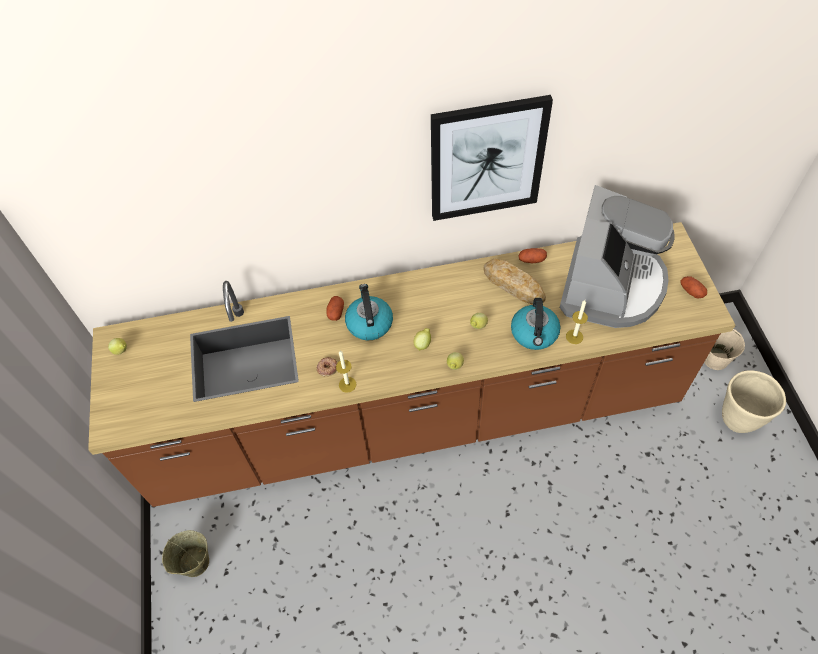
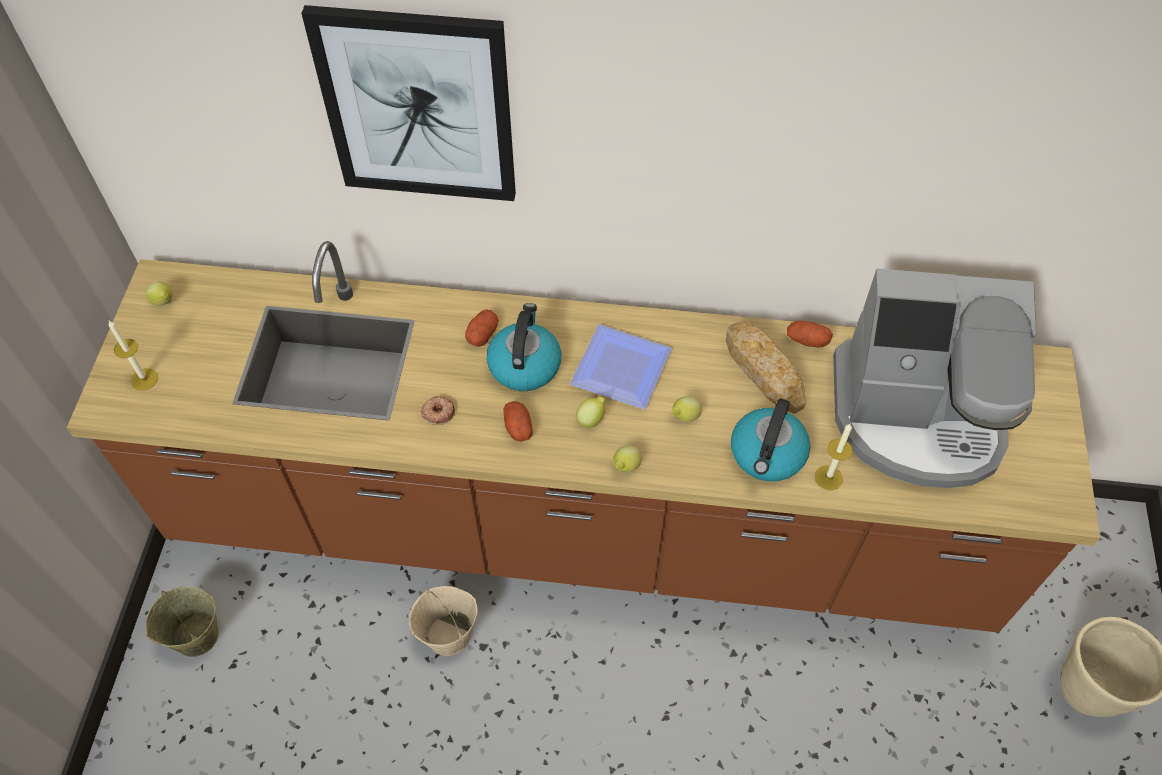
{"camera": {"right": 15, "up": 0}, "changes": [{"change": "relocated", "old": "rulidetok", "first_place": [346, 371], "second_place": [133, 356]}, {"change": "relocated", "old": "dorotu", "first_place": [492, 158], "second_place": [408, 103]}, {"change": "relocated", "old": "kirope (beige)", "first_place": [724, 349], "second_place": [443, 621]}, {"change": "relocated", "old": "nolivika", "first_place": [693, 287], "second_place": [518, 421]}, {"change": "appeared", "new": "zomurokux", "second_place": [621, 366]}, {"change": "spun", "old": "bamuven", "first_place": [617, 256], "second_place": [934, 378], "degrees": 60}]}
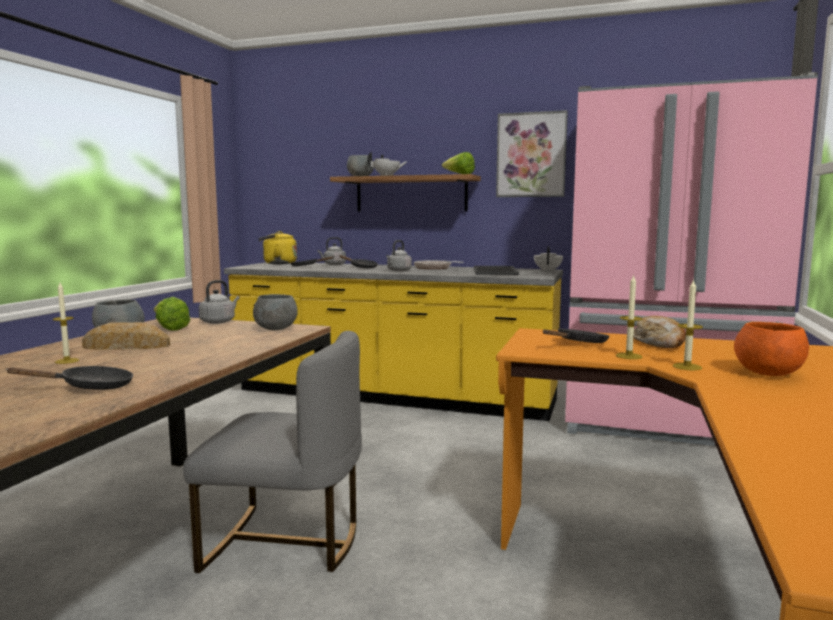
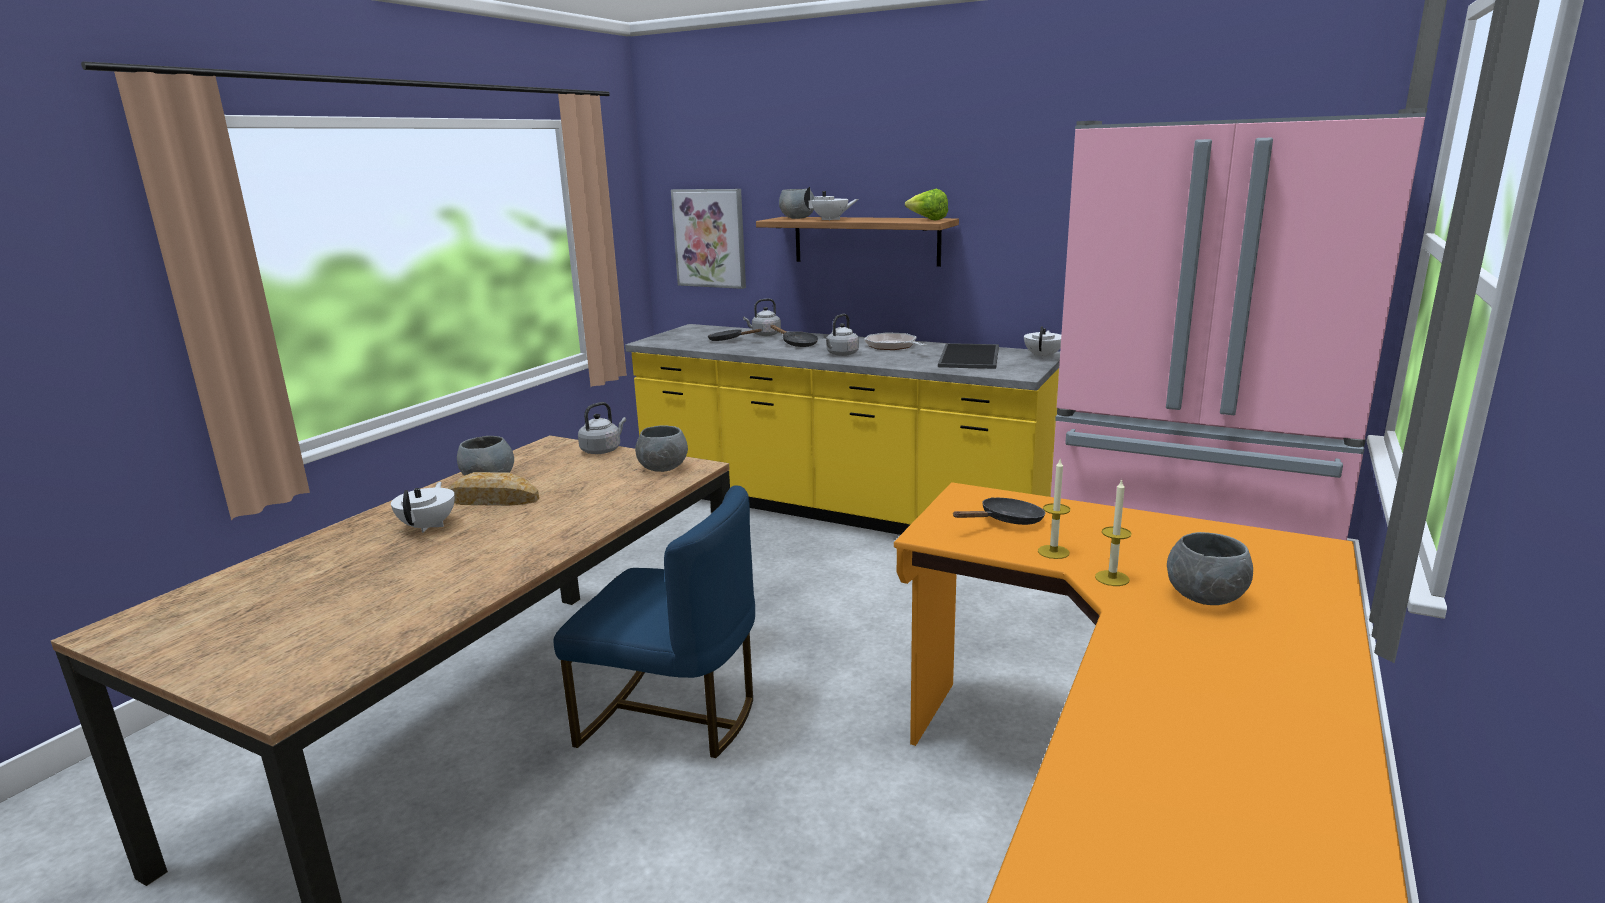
{"camera": {"right": 10, "up": 10}, "changes": [{"change": "exchanged", "old": "rulidetok", "new": "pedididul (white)", "first_place": [66, 323], "second_place": [423, 507]}, {"change": "colour", "old": "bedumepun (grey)", "new": "bedumepun (blue)", "first_place": [272, 452], "second_place": [654, 621]}, {"change": "relocated", "old": "dorotu", "first_place": [532, 153], "second_place": [708, 239]}, {"change": "colour", "old": "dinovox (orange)", "new": "dinovox (grey)", "first_place": [771, 349], "second_place": [1210, 568]}, {"change": "missing", "old": "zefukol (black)", "first_place": [69, 378]}, {"change": "missing", "old": "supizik", "first_place": [172, 313]}, {"change": "missing", "old": "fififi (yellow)", "first_place": [277, 247]}, {"change": "missing", "old": "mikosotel", "first_place": [660, 332]}]}
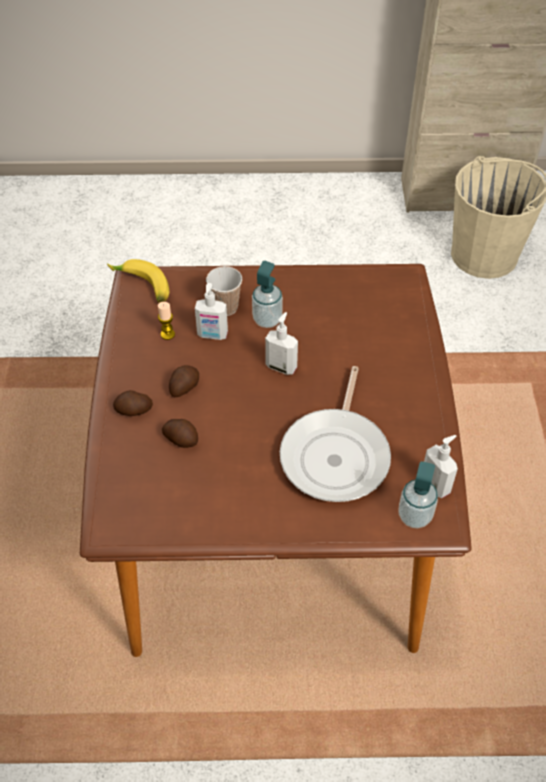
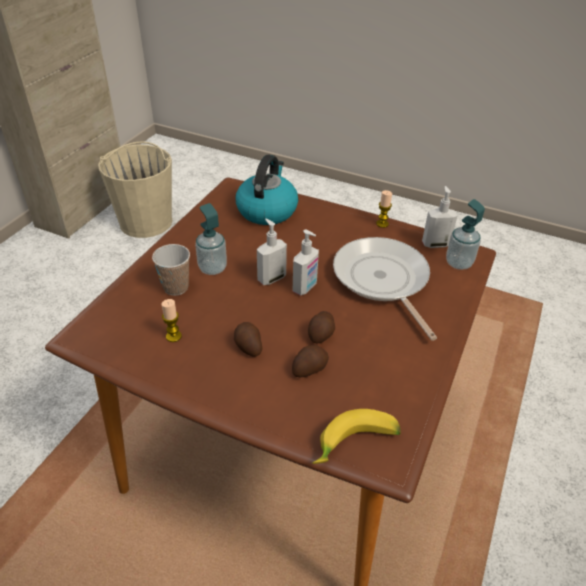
{"camera": {"right": -65, "up": -10}, "changes": [{"change": "appeared", "new": "fififi", "second_place": [267, 190]}, {"change": "relocated", "old": "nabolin", "first_place": [211, 311], "second_place": [306, 262]}, {"change": "relocated", "old": "nolivika", "first_place": [133, 403], "second_place": [321, 327]}, {"change": "relocated", "old": "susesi", "first_place": [138, 281], "second_place": [356, 436]}, {"change": "spun", "old": "zefukol", "first_place": [335, 434], "second_place": [385, 289], "degrees": -150}, {"change": "appeared", "new": "rulidetok", "second_place": [384, 209]}]}
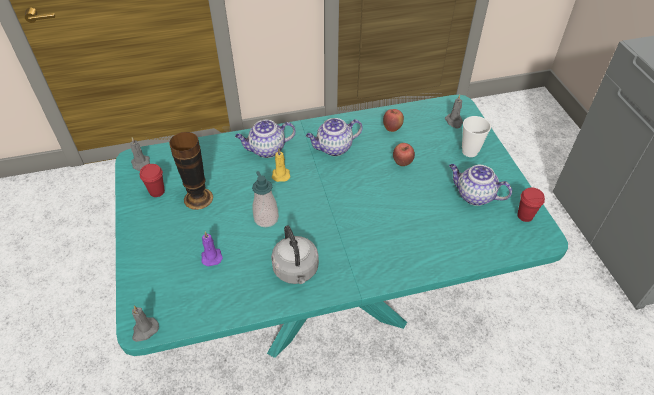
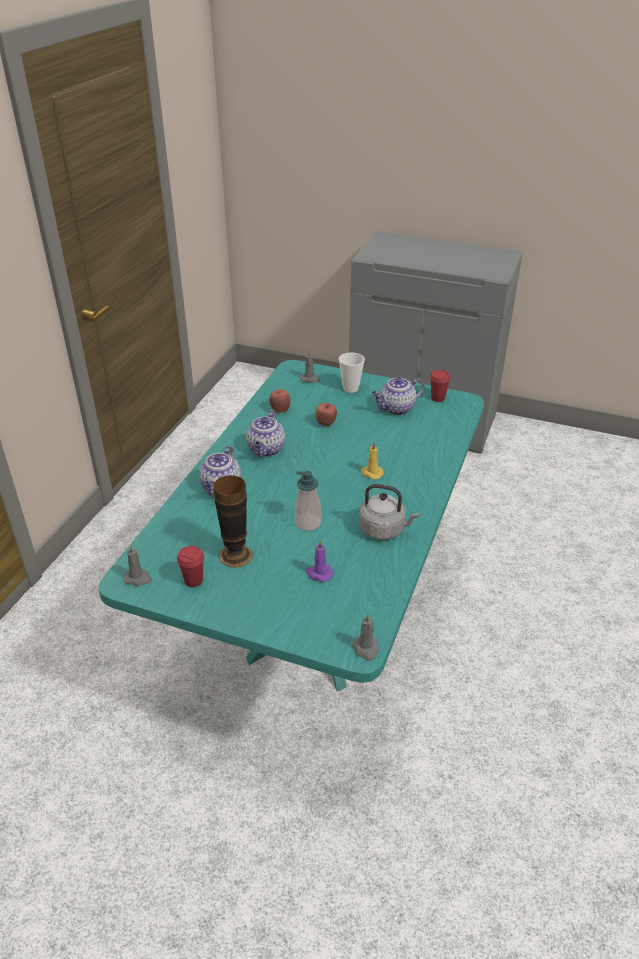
{"camera": {"right": -55, "up": -10}, "changes": [{"change": "relocated", "old": "rulidetok (yellow)", "first_place": [281, 165], "second_place": [372, 460]}]}
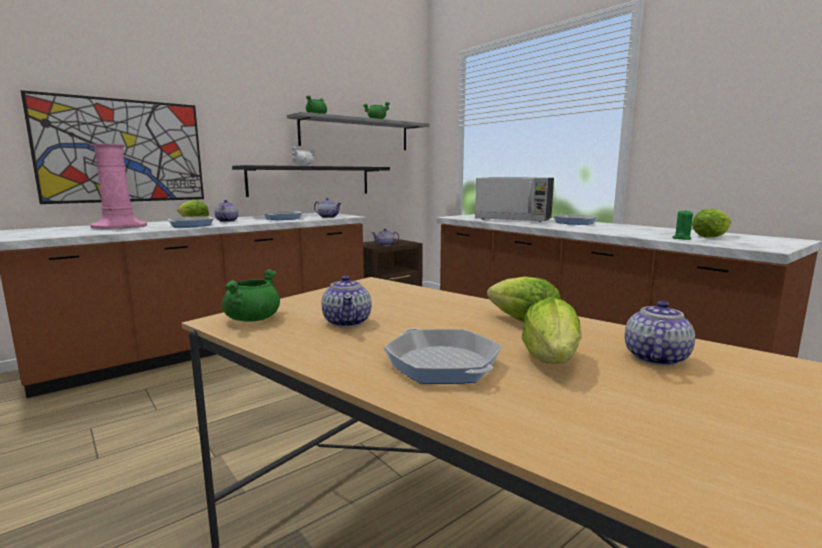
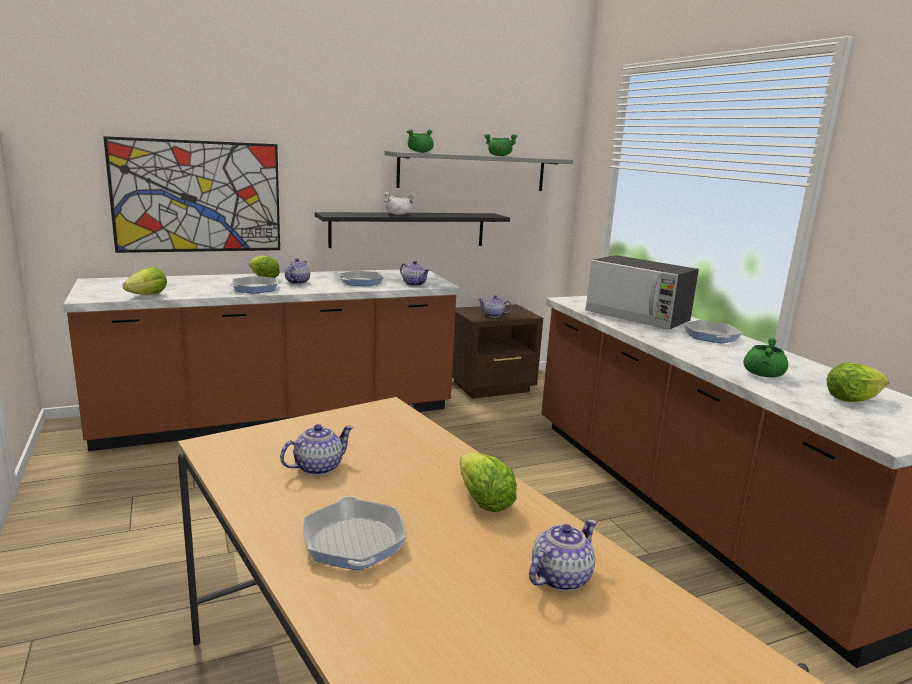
{"camera": {"right": 15, "up": 5}, "changes": [{"change": "relocated", "old": "supizik", "first_place": [551, 330], "second_place": [145, 281]}, {"change": "spun", "old": "pedididul", "first_place": [346, 301], "second_place": [316, 449], "degrees": -135}, {"change": "relocated", "old": "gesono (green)", "first_place": [251, 295], "second_place": [766, 357]}, {"change": "missing", "old": "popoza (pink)", "first_place": [118, 186]}, {"change": "missing", "old": "rulidetok (green)", "first_place": [682, 224]}]}
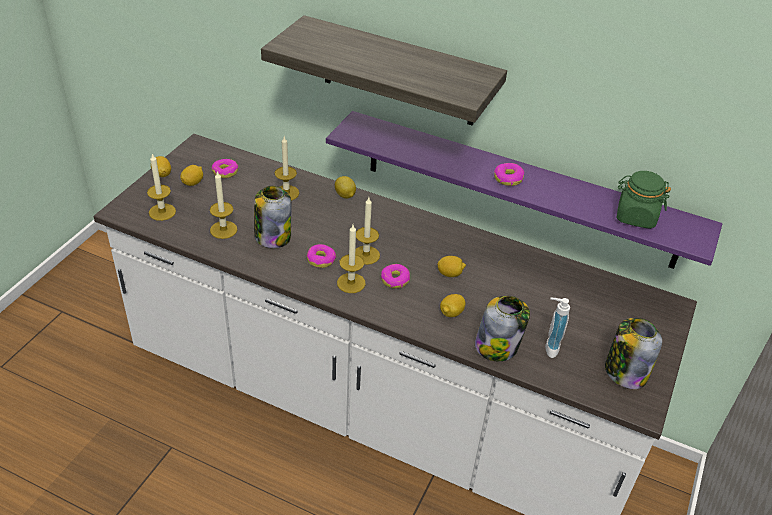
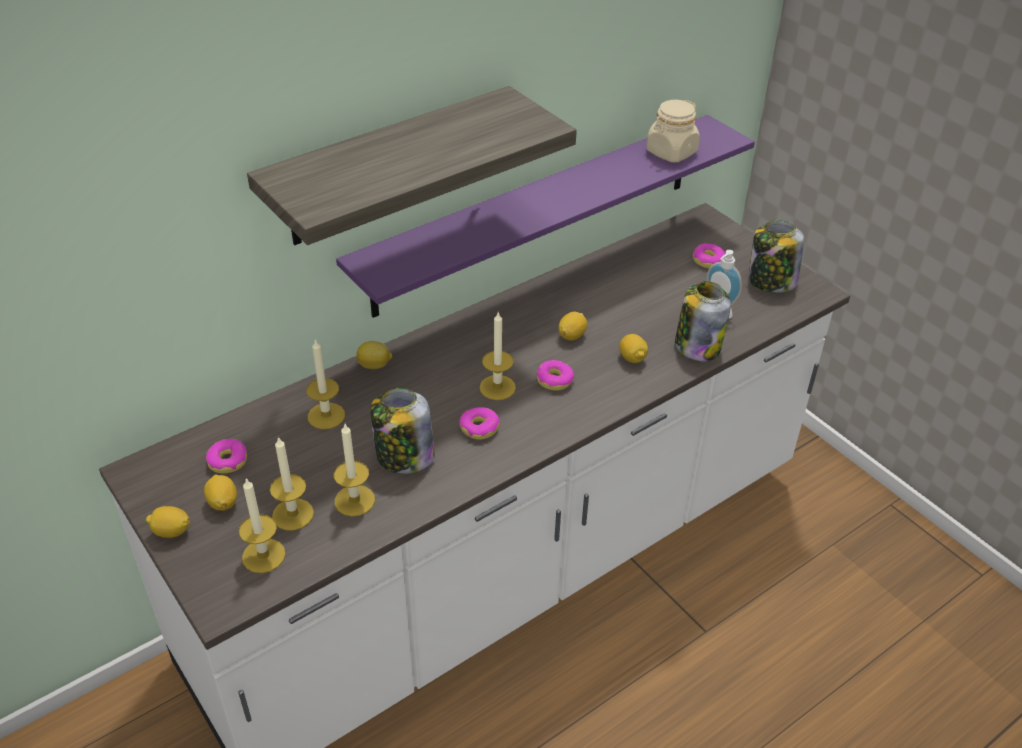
{"camera": {"right": -60, "up": 0}, "changes": [{"change": "relocated", "old": "rulidetok", "first_place": [351, 259], "second_place": [292, 483]}, {"change": "colour", "old": "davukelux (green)", "new": "davukelux (beige)", "first_place": [644, 200], "second_place": [673, 131]}, {"change": "relocated", "old": "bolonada", "first_place": [509, 174], "second_place": [709, 255]}]}
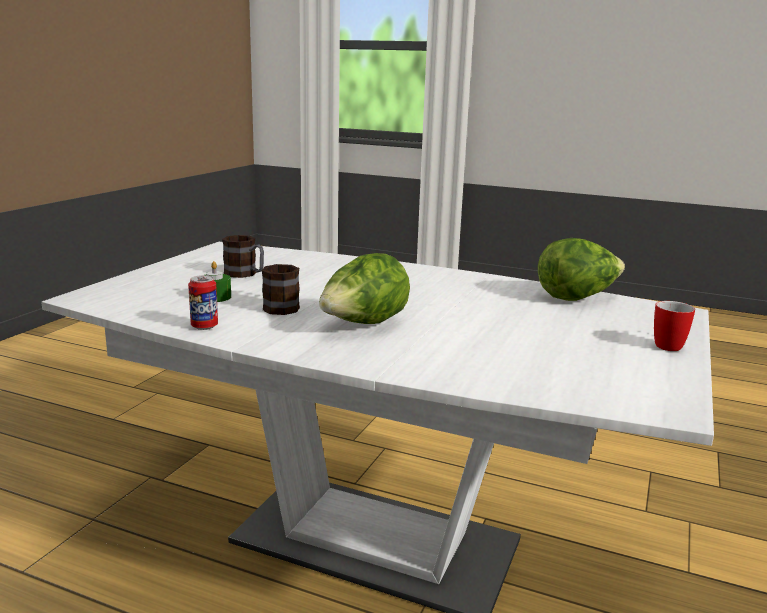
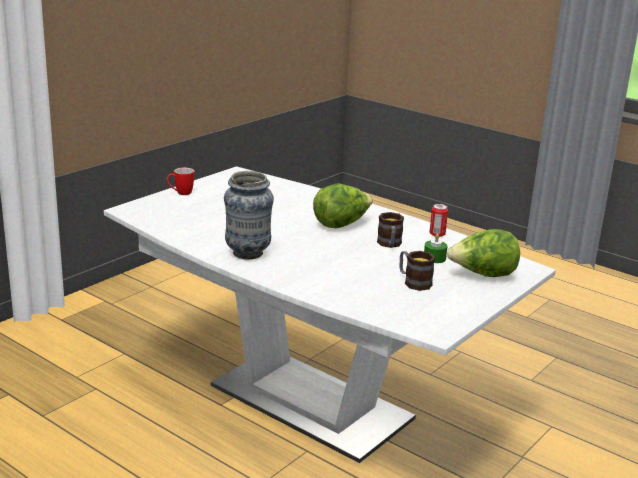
{"camera": {"right": -165, "up": 5}, "changes": [{"change": "appeared", "new": "popoza", "second_place": [249, 215]}, {"change": "relocated", "old": "supizik", "first_place": [581, 269], "second_place": [483, 253]}]}
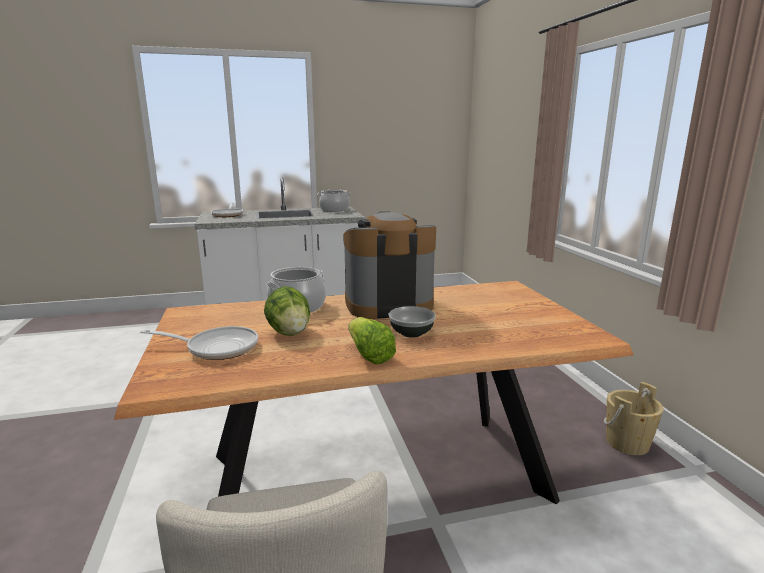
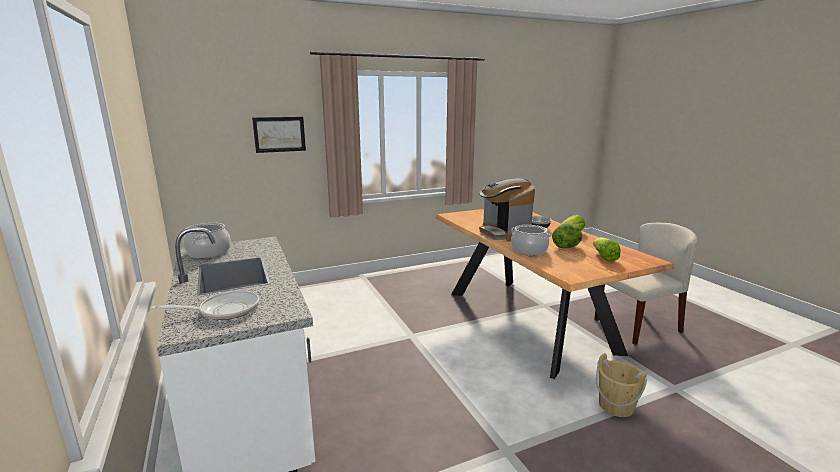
{"camera": {"right": -100, "up": 0}, "changes": [{"change": "appeared", "new": "dorotu", "second_place": [279, 135]}, {"change": "exchanged", "old": "zefukol", "new": "supizik", "first_place": [199, 343], "second_place": [607, 249]}, {"change": "relocated", "old": "kirope (beige)", "first_place": [634, 418], "second_place": [622, 385]}]}
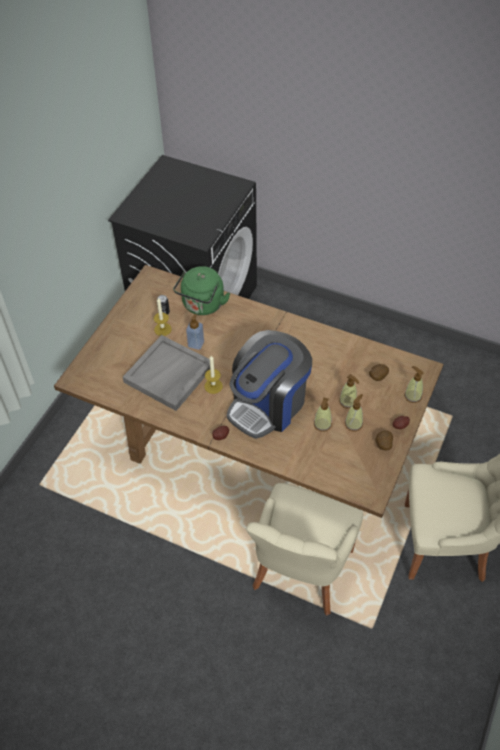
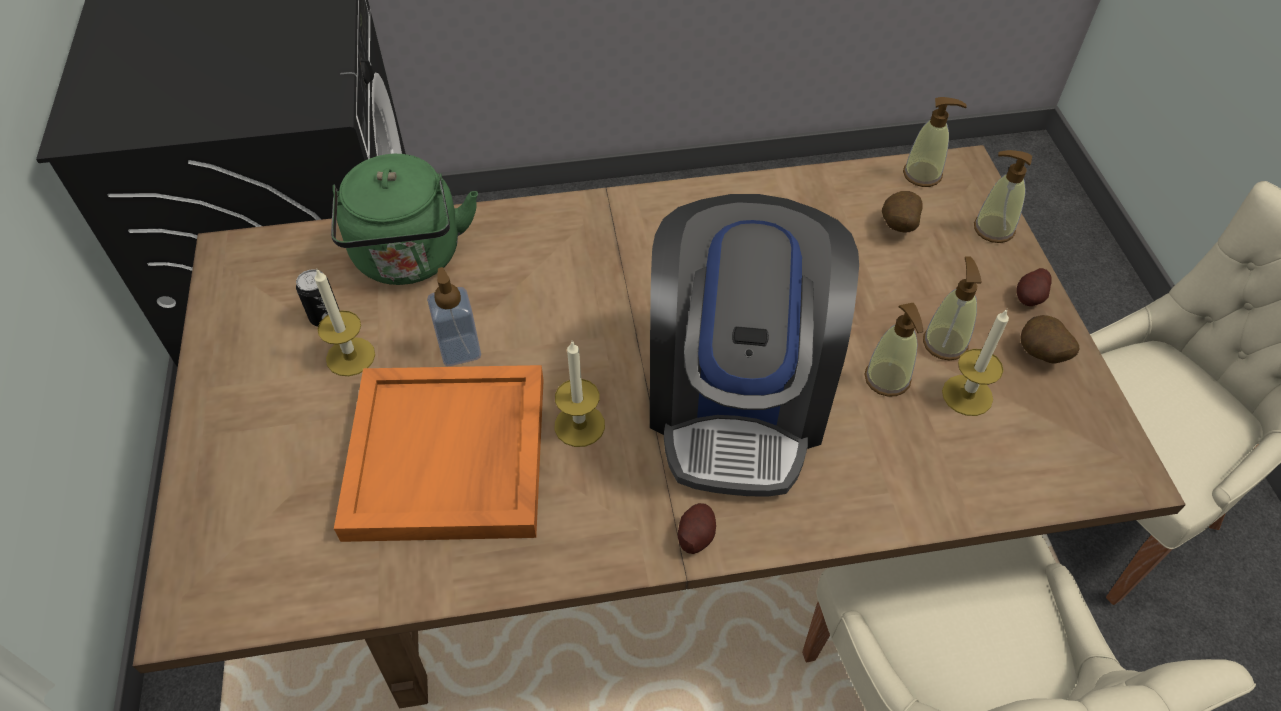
{"camera": {"right": -35, "up": 0}, "changes": [{"change": "colour", "old": "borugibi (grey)", "new": "borugibi (orange)", "first_place": [166, 373], "second_place": [439, 453]}, {"change": "relocated", "old": "nabolin", "first_place": [349, 391], "second_place": [935, 142]}, {"change": "appeared", "new": "rulidetok", "second_place": [975, 362]}]}
